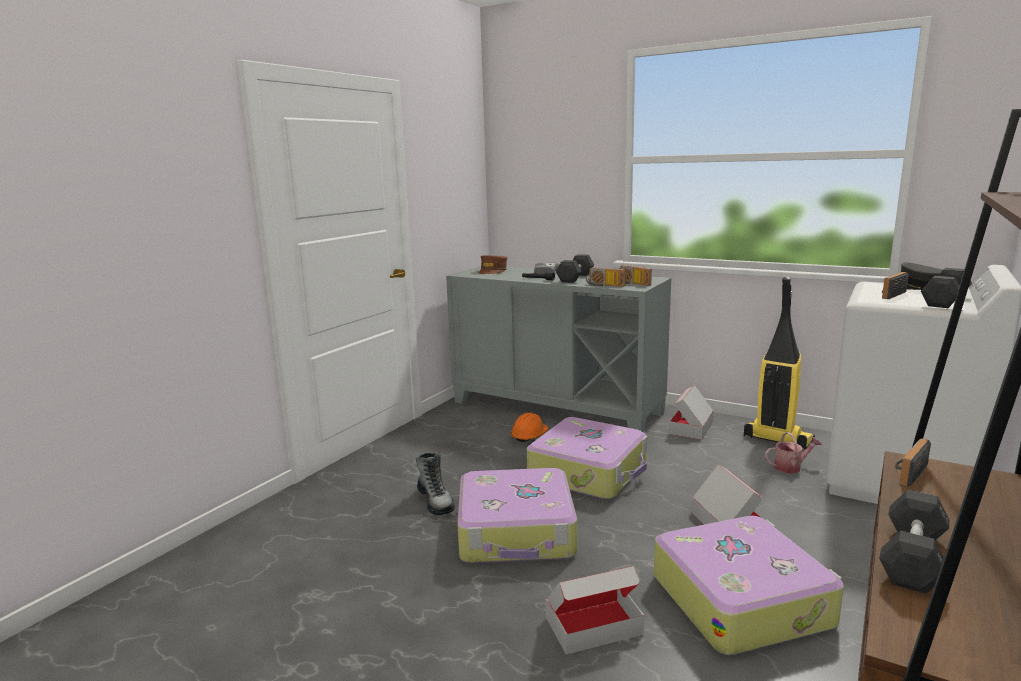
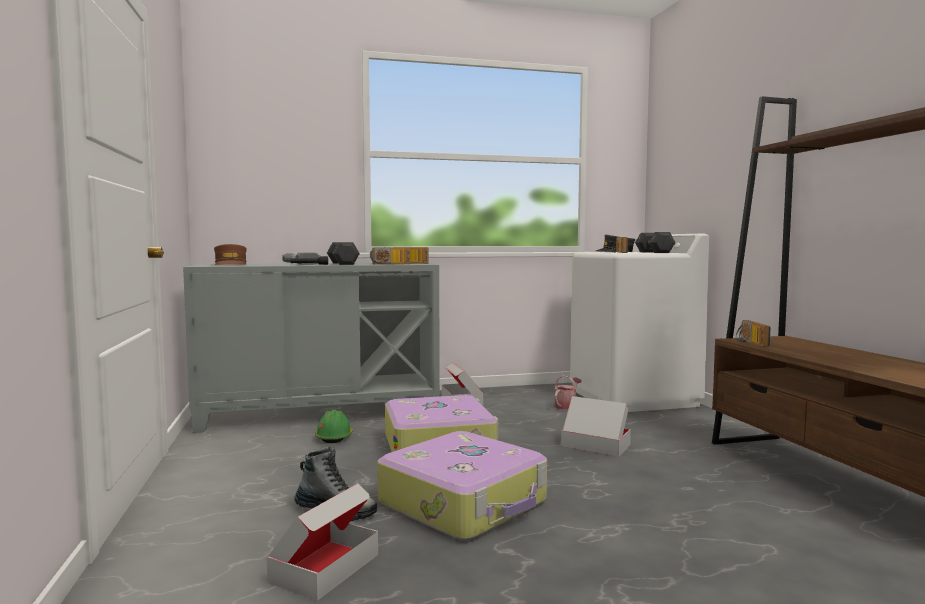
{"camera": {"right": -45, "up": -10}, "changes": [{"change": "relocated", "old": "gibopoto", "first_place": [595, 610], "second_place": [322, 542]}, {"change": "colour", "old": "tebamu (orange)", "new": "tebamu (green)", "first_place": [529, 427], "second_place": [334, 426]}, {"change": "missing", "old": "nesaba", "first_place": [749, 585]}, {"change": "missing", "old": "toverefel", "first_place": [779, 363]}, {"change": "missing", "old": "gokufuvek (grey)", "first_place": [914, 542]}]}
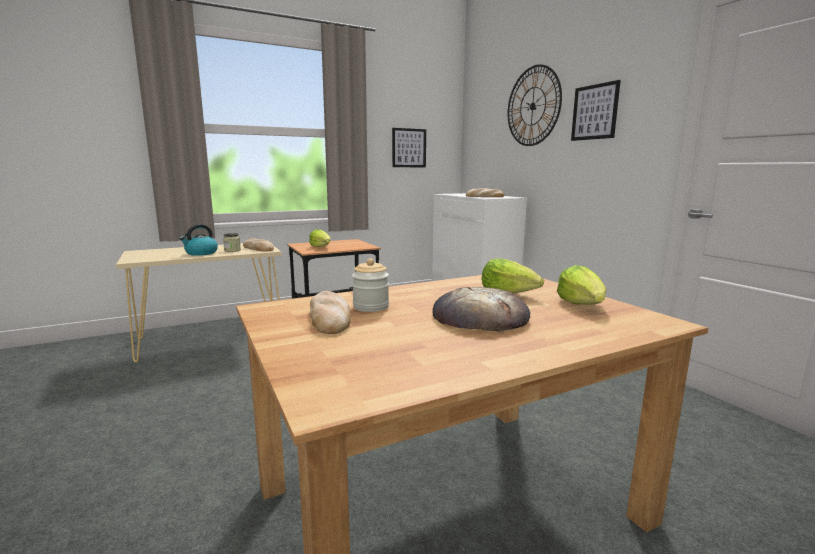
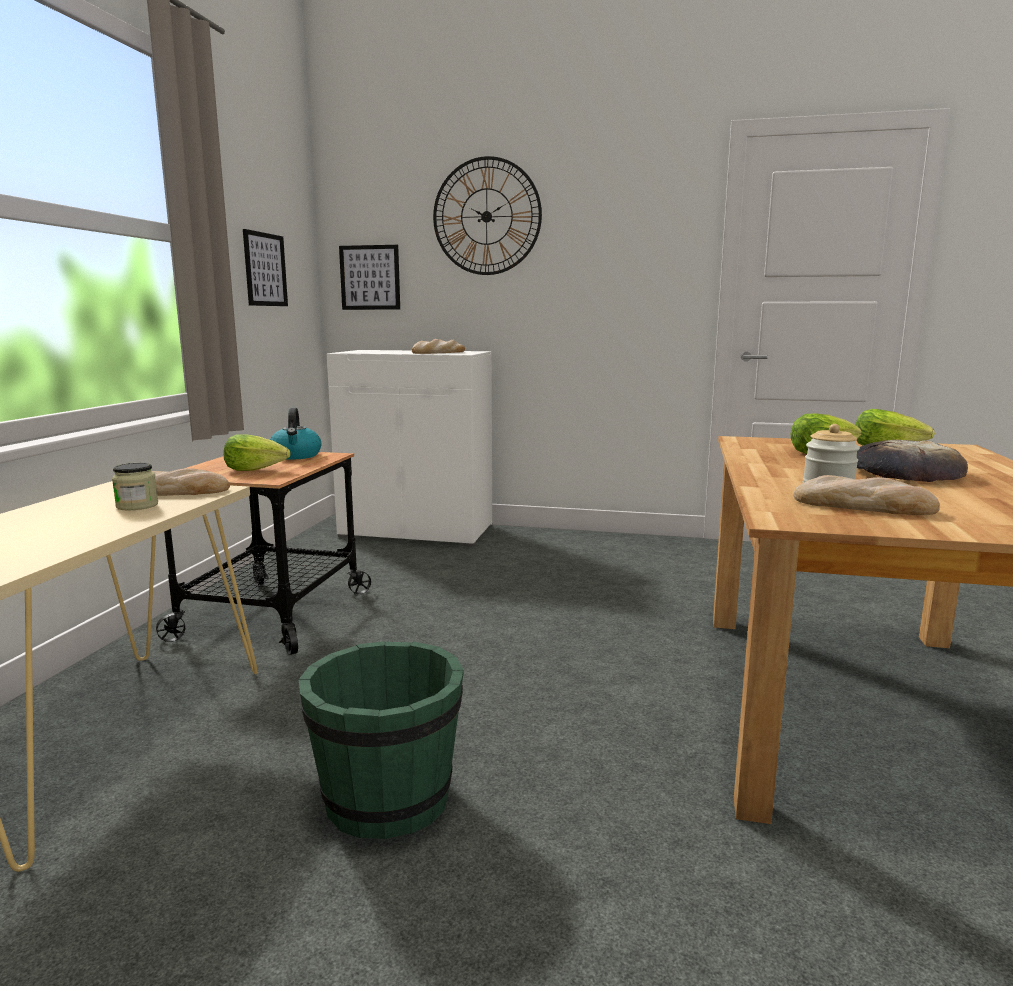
{"camera": {"right": -50, "up": 0}, "changes": [{"change": "relocated", "old": "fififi", "first_place": [198, 240], "second_place": [295, 434]}, {"change": "appeared", "new": "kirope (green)", "second_place": [381, 740]}, {"change": "relocated", "old": "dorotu", "first_place": [596, 110], "second_place": [369, 277]}]}
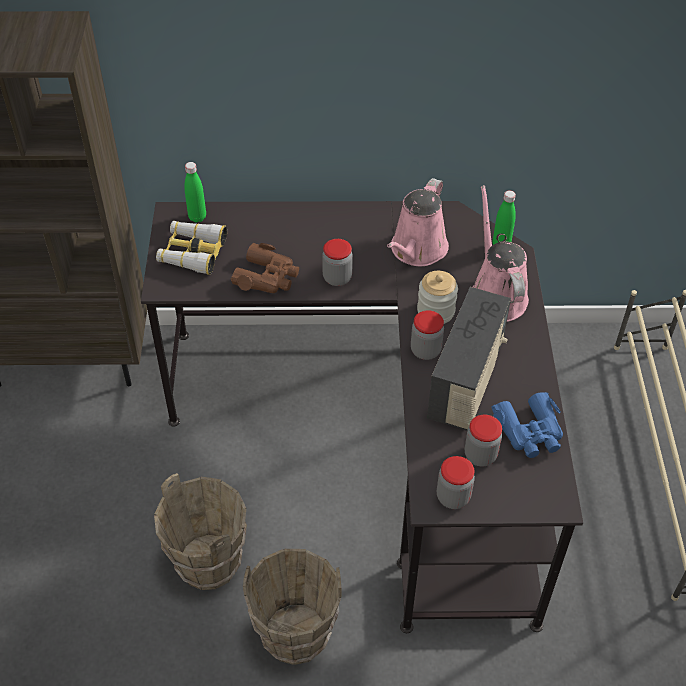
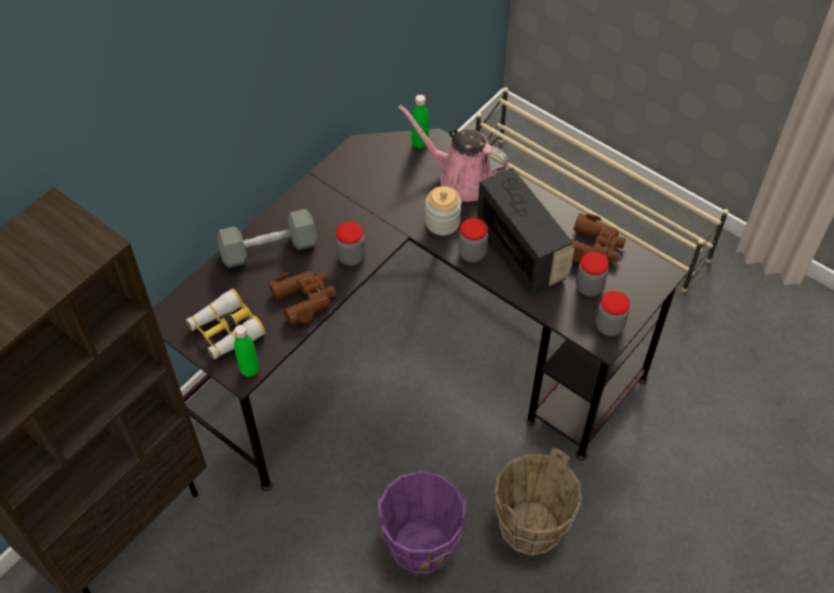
{"camera": {"right": -50, "up": 5}, "changes": [{"change": "appeared", "new": "gokufuvek (grey)", "second_place": [266, 238]}, {"change": "relocated", "old": "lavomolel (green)", "first_place": [195, 192], "second_place": [246, 351]}, {"change": "colour", "old": "kirope (brown)", "new": "kirope (purple)", "first_place": [200, 531], "second_place": [421, 522]}, {"change": "colour", "old": "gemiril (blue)", "new": "gemiril (brown)", "first_place": [527, 425], "second_place": [598, 238]}, {"change": "missing", "old": "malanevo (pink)", "first_place": [418, 222]}]}
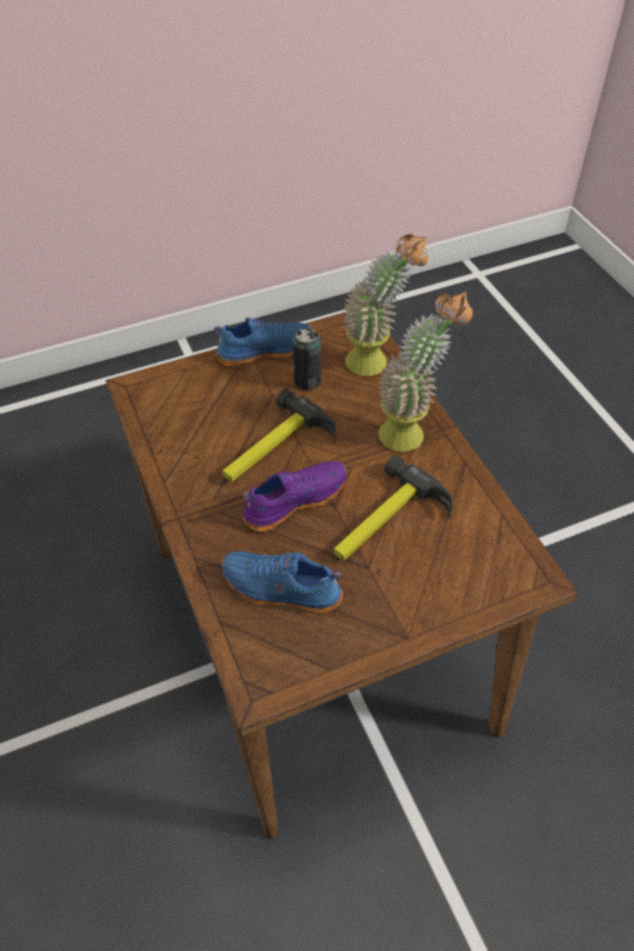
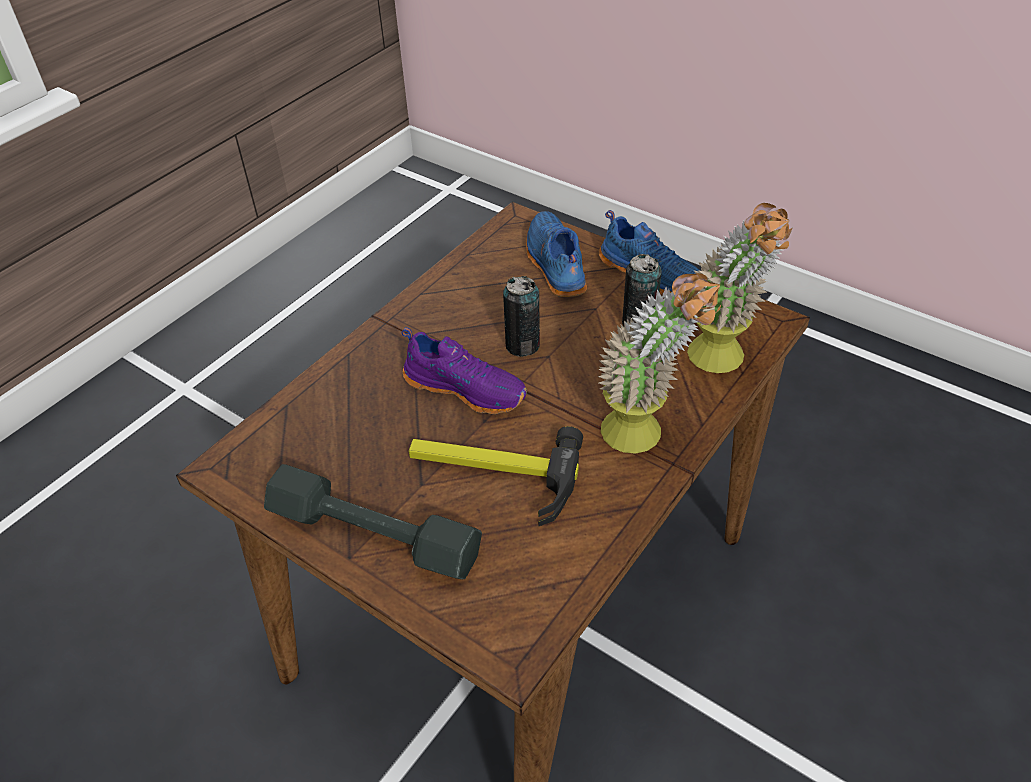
{"camera": {"right": 60, "up": -5}, "changes": [{"change": "appeared", "new": "gokufuvek (grey)", "second_place": [373, 521]}, {"change": "exchanged", "old": "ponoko", "new": "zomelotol", "first_place": [279, 435], "second_place": [521, 316]}, {"change": "relocated", "old": "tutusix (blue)", "first_place": [282, 582], "second_place": [556, 254]}]}
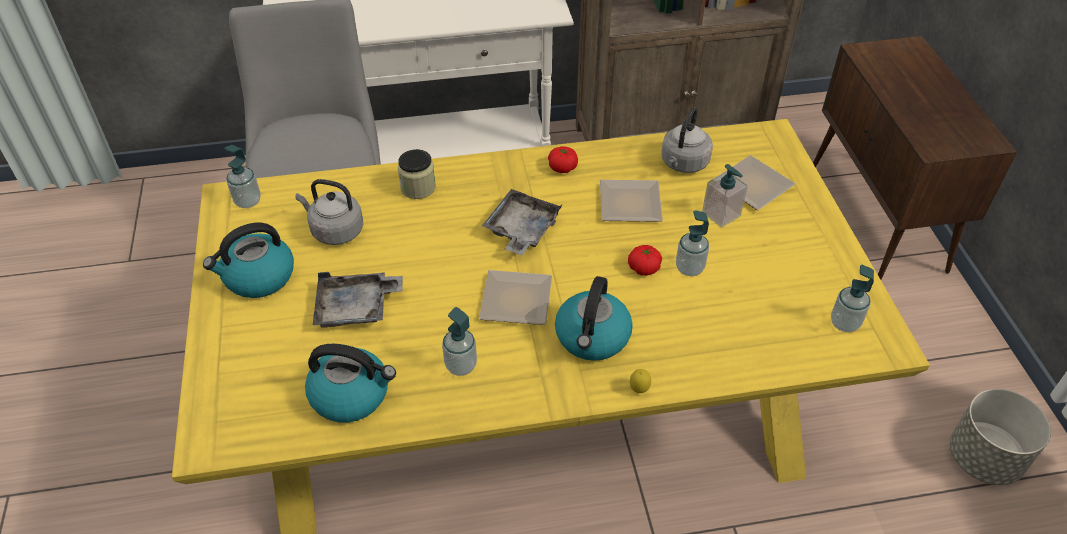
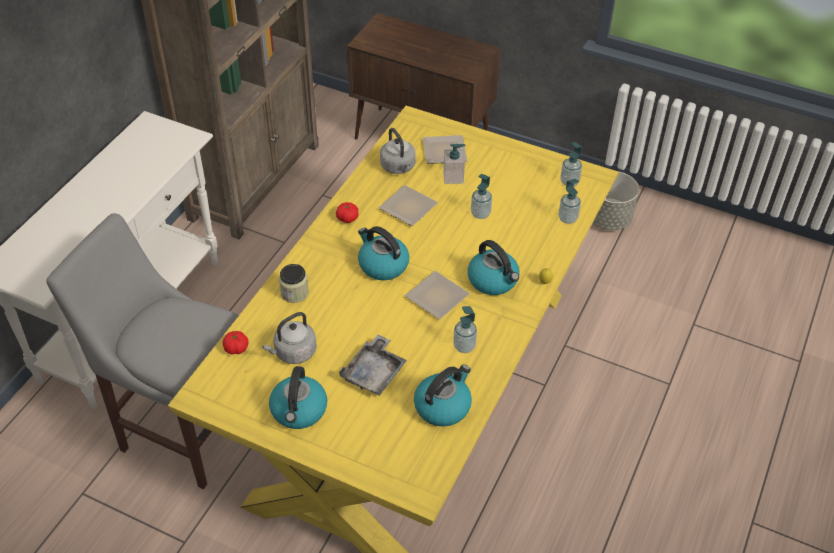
{"camera": {"right": -55, "up": 0}, "changes": [{"change": "relocated", "old": "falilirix", "first_place": [645, 260], "second_place": [236, 343]}, {"change": "exchanged", "old": "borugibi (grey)", "new": "fififi", "first_place": [522, 222], "second_place": [383, 253]}, {"change": "relocated", "old": "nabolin", "first_place": [242, 176], "second_place": [569, 201]}]}
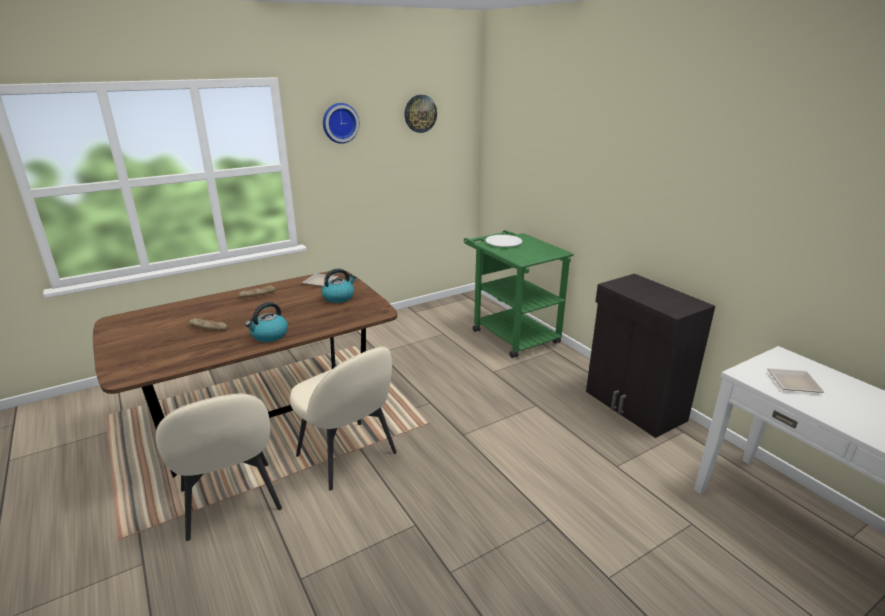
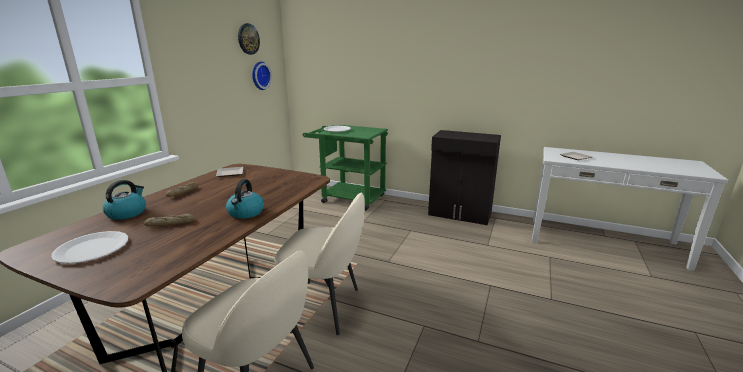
{"camera": {"right": -35, "up": -5}, "changes": [{"change": "appeared", "new": "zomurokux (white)", "second_place": [89, 247]}, {"change": "relocated", "old": "fififi", "first_place": [338, 286], "second_place": [124, 200]}, {"change": "relocated", "old": "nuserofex", "first_place": [341, 123], "second_place": [262, 76]}]}
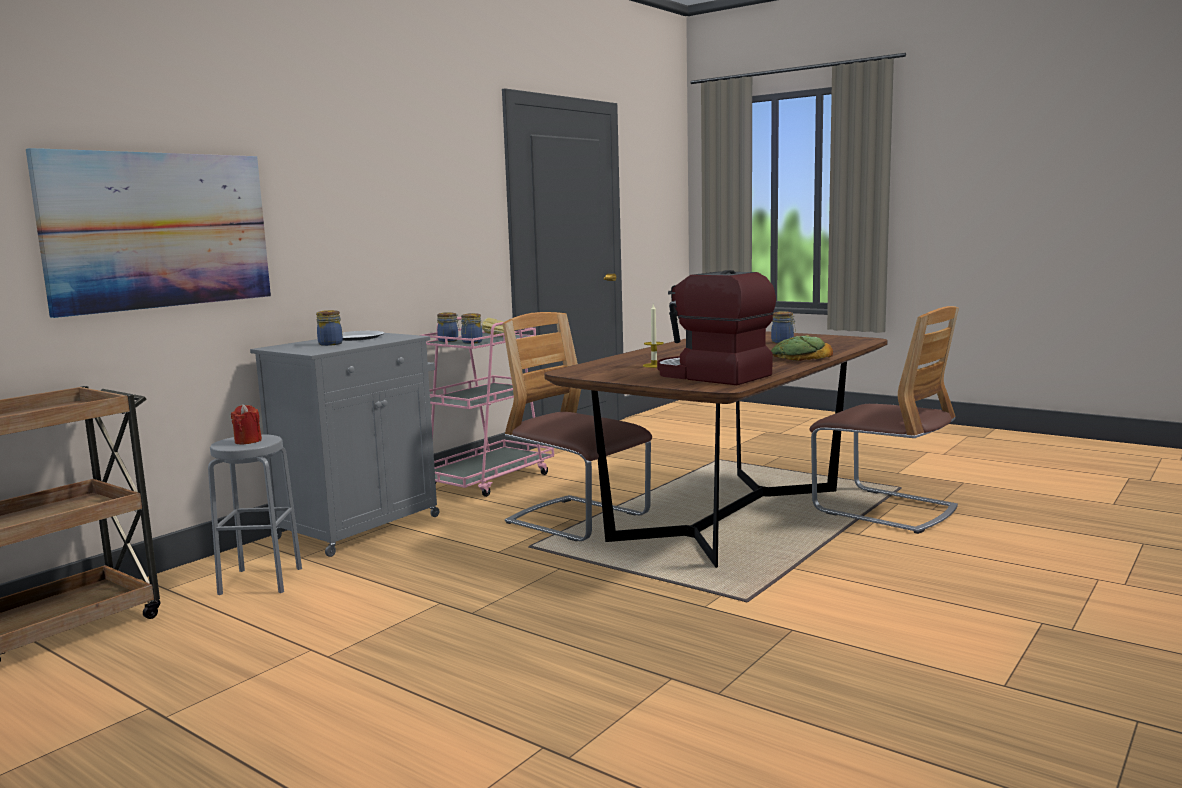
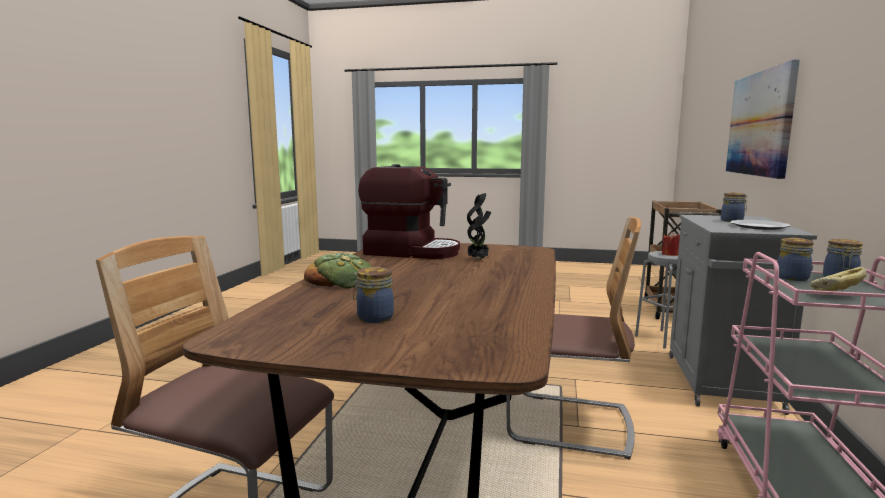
{"camera": {"right": 155, "up": 0}, "changes": [{"change": "exchanged", "old": "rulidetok", "new": "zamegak", "first_place": [653, 336], "second_place": [479, 226]}]}
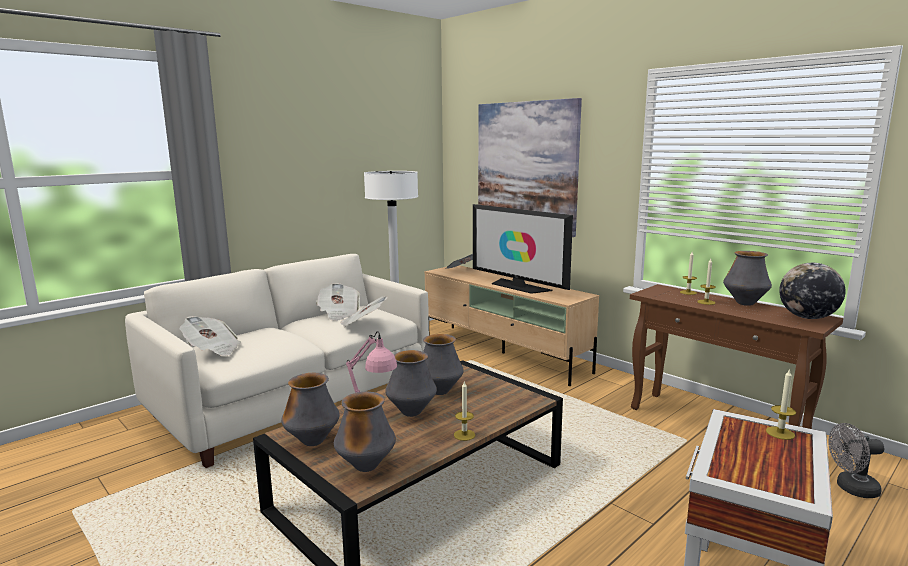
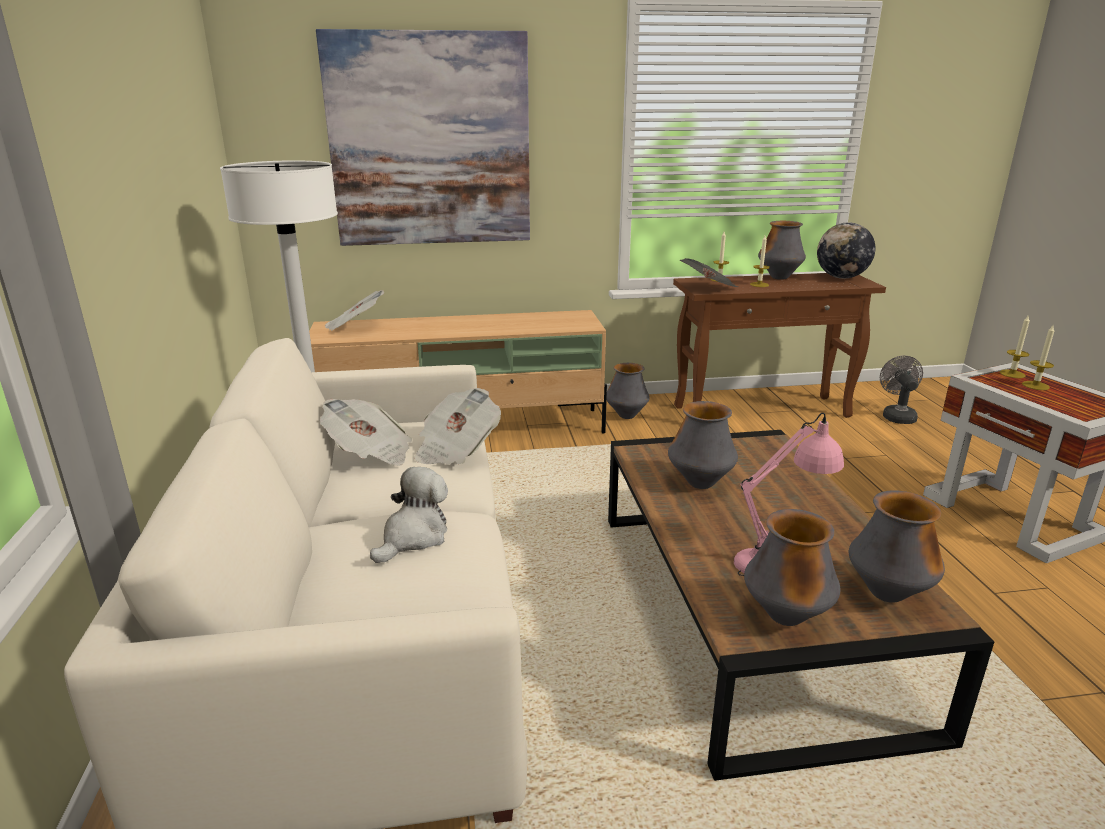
{"camera": {"right": -55, "up": 10}, "changes": [{"change": "appeared", "new": "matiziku", "second_place": [409, 515]}, {"change": "relocated", "old": "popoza", "first_place": [411, 383], "second_place": [628, 391]}, {"change": "relocated", "old": "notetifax", "first_place": [210, 336], "second_place": [709, 272]}, {"change": "spun", "old": "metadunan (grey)", "first_place": [856, 460], "second_place": [901, 389], "degrees": 150}, {"change": "relocated", "old": "rulidetok", "first_place": [464, 411], "second_place": [1038, 357]}, {"change": "missing", "old": "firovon", "first_place": [523, 249]}]}
